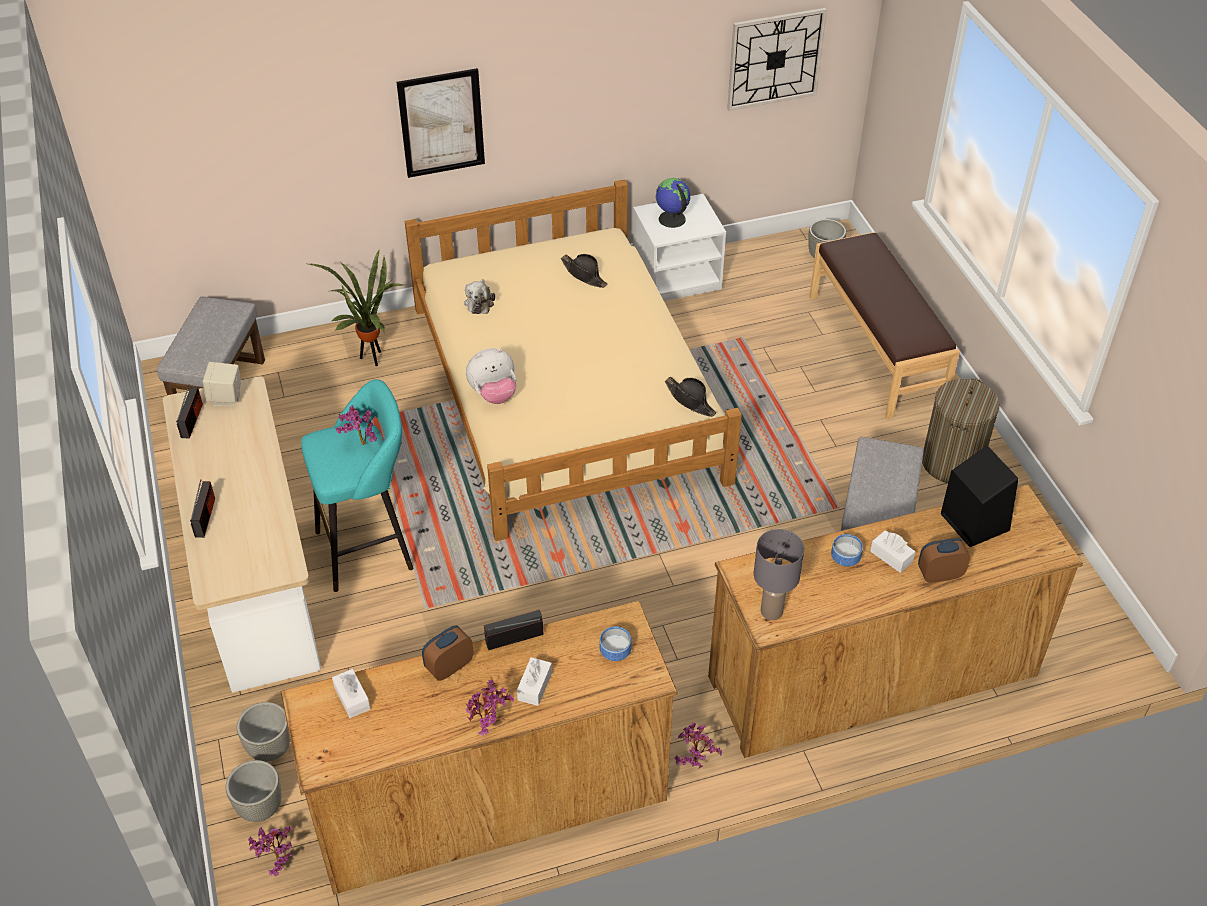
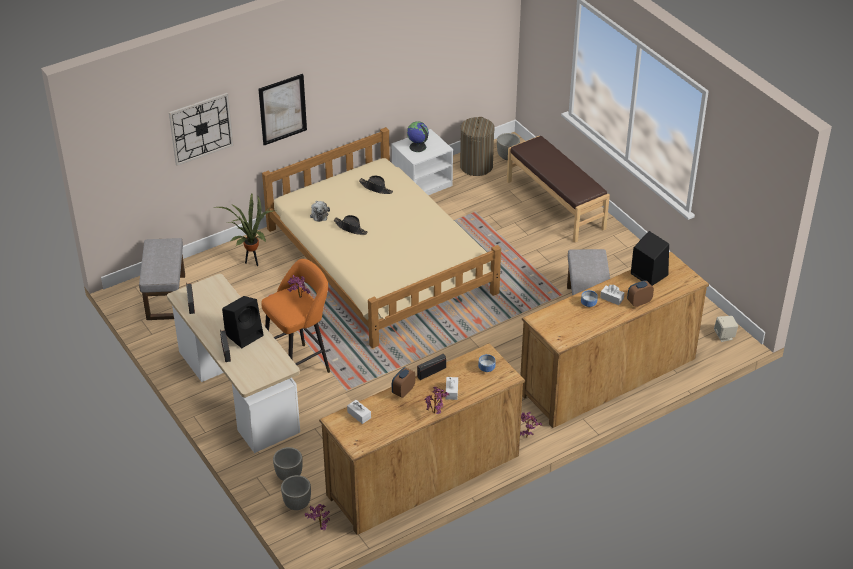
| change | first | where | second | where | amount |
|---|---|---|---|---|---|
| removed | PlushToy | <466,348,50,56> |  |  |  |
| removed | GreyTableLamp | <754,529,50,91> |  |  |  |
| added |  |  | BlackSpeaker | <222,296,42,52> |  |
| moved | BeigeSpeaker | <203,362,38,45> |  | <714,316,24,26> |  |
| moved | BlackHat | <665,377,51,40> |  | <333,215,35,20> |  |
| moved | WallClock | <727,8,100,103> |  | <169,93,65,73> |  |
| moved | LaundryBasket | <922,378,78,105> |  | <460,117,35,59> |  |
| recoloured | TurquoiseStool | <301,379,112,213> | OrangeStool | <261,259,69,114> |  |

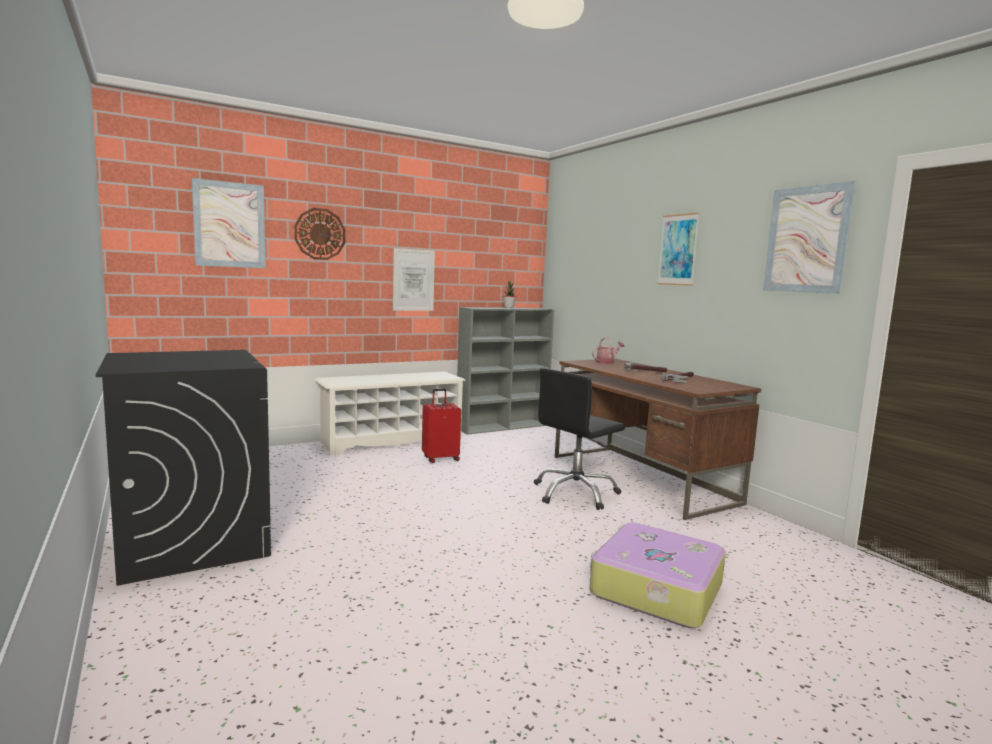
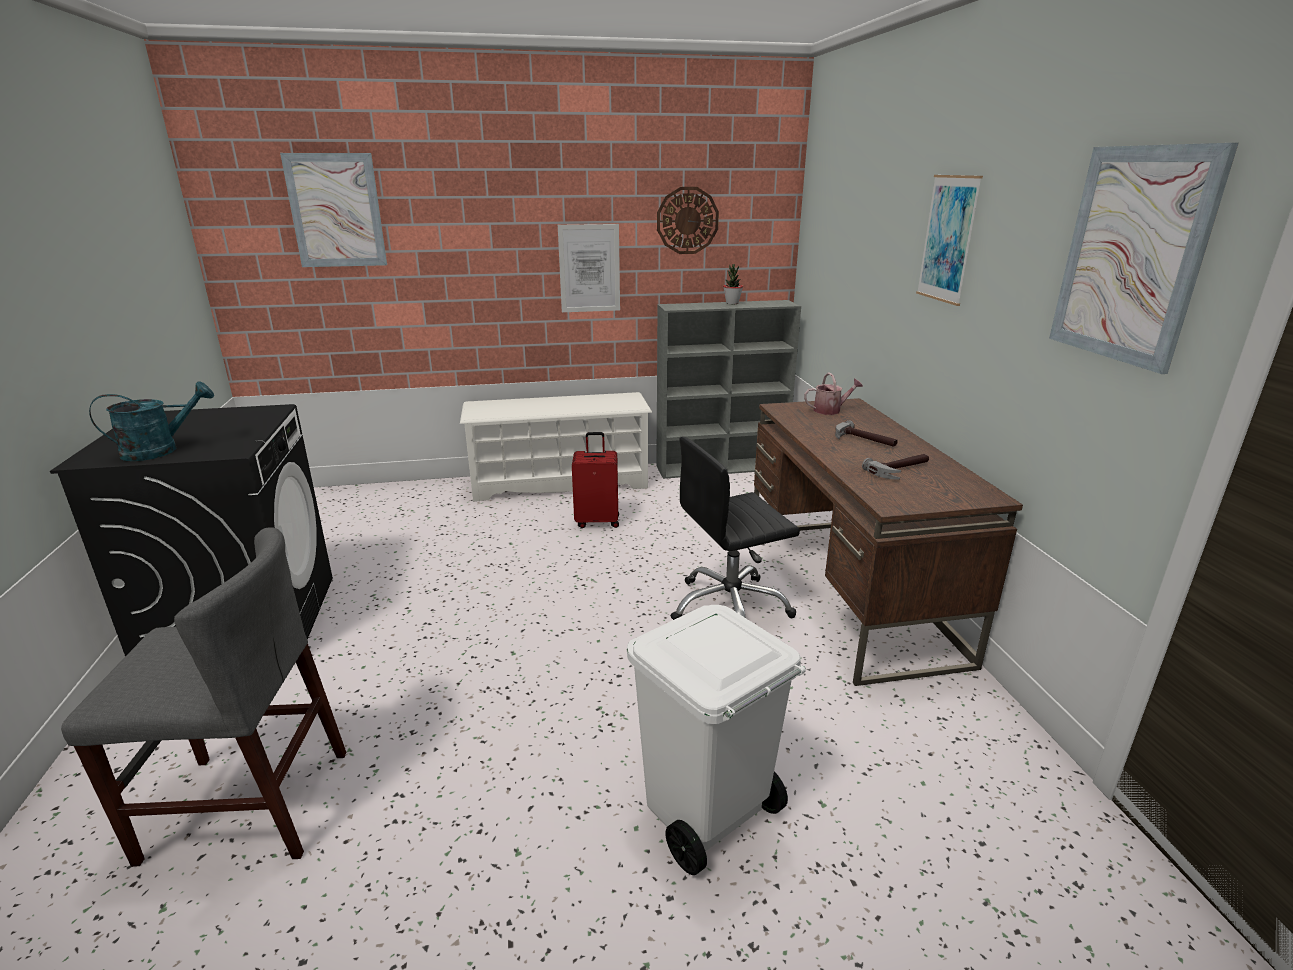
| change | first | where | second | where | amount |
|---|---|---|---|---|---|
| added |  |  | GreyChair | <61,527,286,340> |  |
| added |  |  | TurquoiseWateringCan | <89,381,125,80> |  |
| moved | WallClock | <294,208,51,52> |  | <657,187,62,67> |  |
| replaced | Suitcase | <590,522,136,106> | WhiteTrashCan | <627,605,179,270> |  |

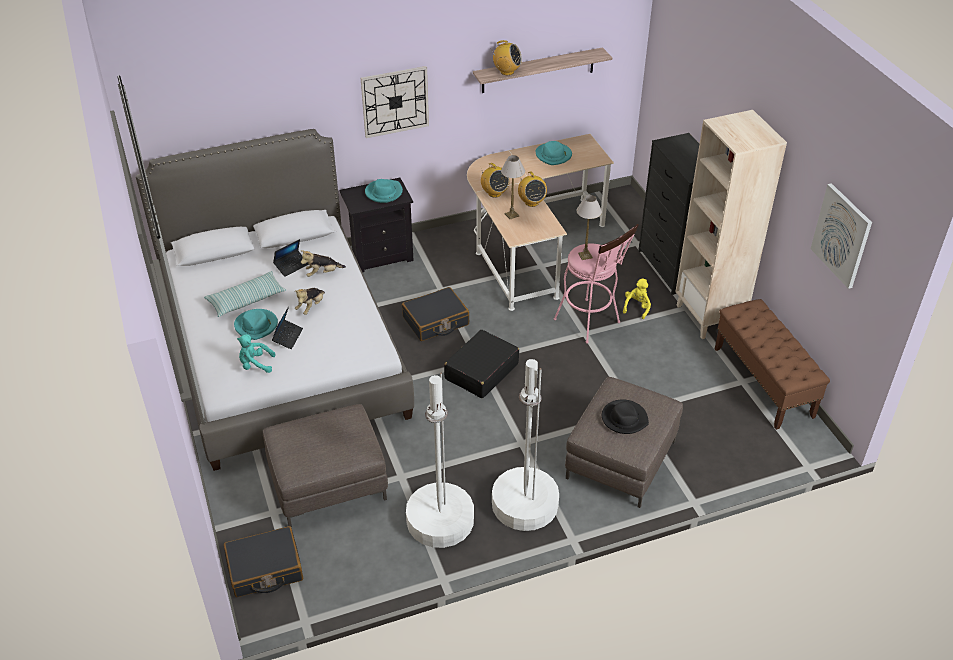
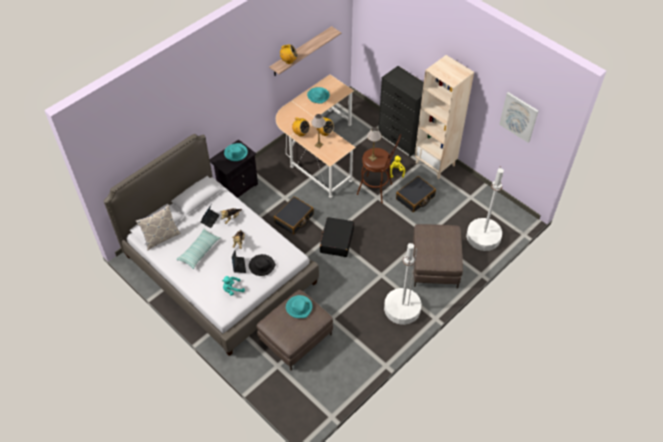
| change | first | where | second | where | amount |
|---|---|---|---|---|---|
| removed | WallClock | <361,66,68,72> |  |  |  |
| removed | BrownBench | <715,299,115,131> |  |  |  |
| added |  |  | Pillow | <136,205,45,46> |  |
| moved | BlackSuitcase | <224,526,79,71> |  | <396,176,40,36> |  |
| moved | TurquoiseHat | <234,309,44,31> |  | <286,295,26,23> |  |
| moved | WhiteFloorLamp | <406,373,68,175> |  | <466,166,38,85> |  |
| moved | BlackHat | <602,399,47,35> |  | <249,254,27,22> |  |
| recoloured | PinkStool | <554,224,85,120> | BrownStool | <357,134,44,69> |  |

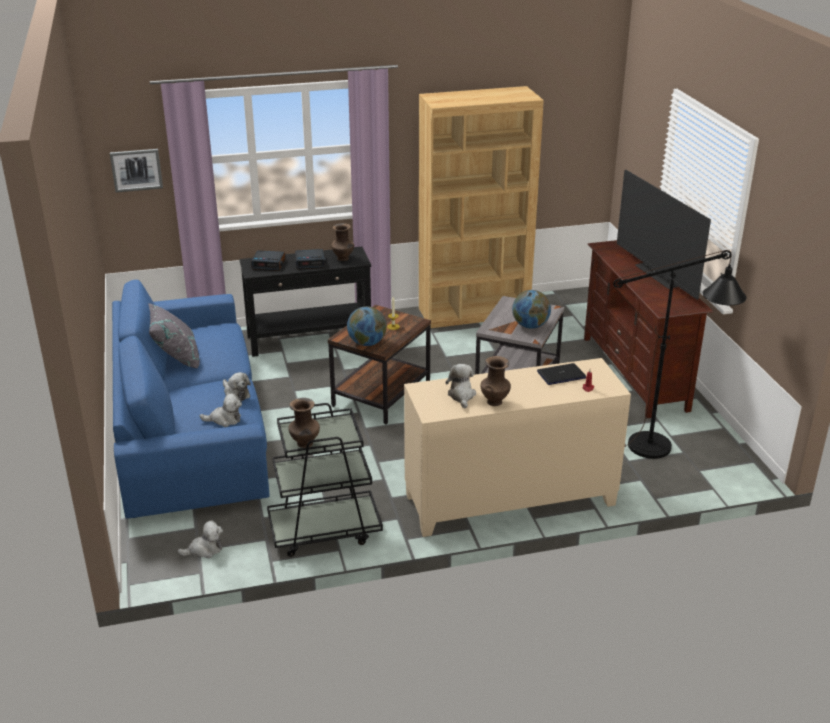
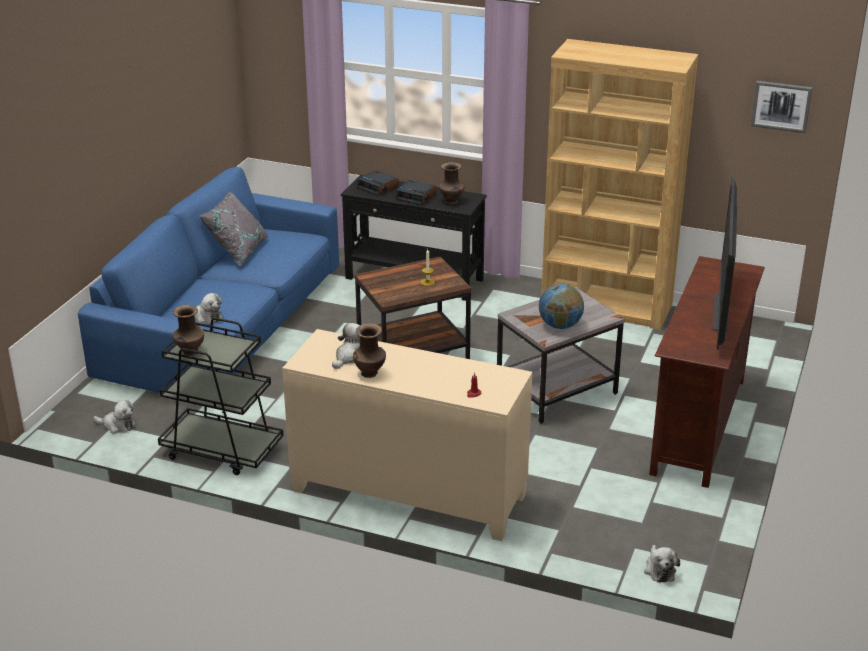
| change | first | where | second | where | amount |
|---|---|---|---|---|---|
| removed | Globe | <347,306,40,40> |  |  |  |
| removed | Laptop | <537,363,49,22> |  |  |  |
| removed | BlackFloorLamp | <613,250,133,209> |  |  |  |
| moved | Picture | <110,149,53,43> |  | <751,81,62,52> |  |
| moved | PlushToy | <223,372,28,29> |  | <644,545,36,38> |  |

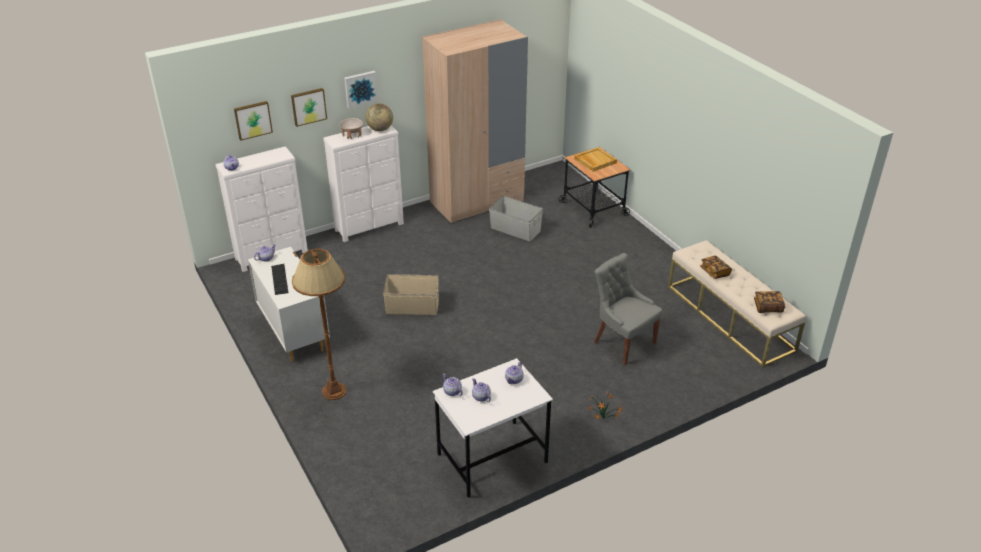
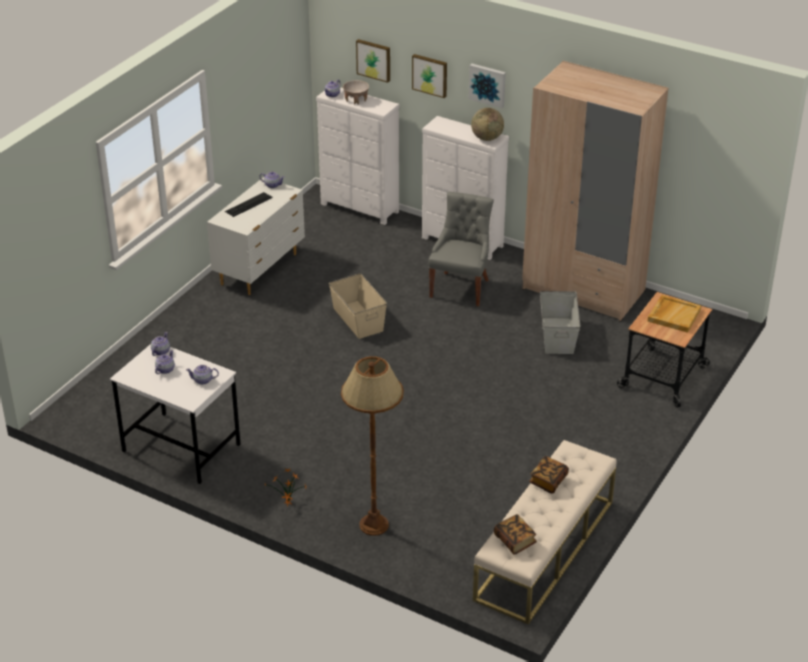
| change | first | where | second | where | amount |
|---|---|---|---|---|---|
| moved | BrownFloorLamp | <292,249,55,151> |  | <341,356,63,180> |  |
| moved | BeigeBowl | <340,118,23,22> |  | <343,80,26,25> |  |
| moved | GreyChair | <594,253,69,112> |  | <428,192,66,114> |  |

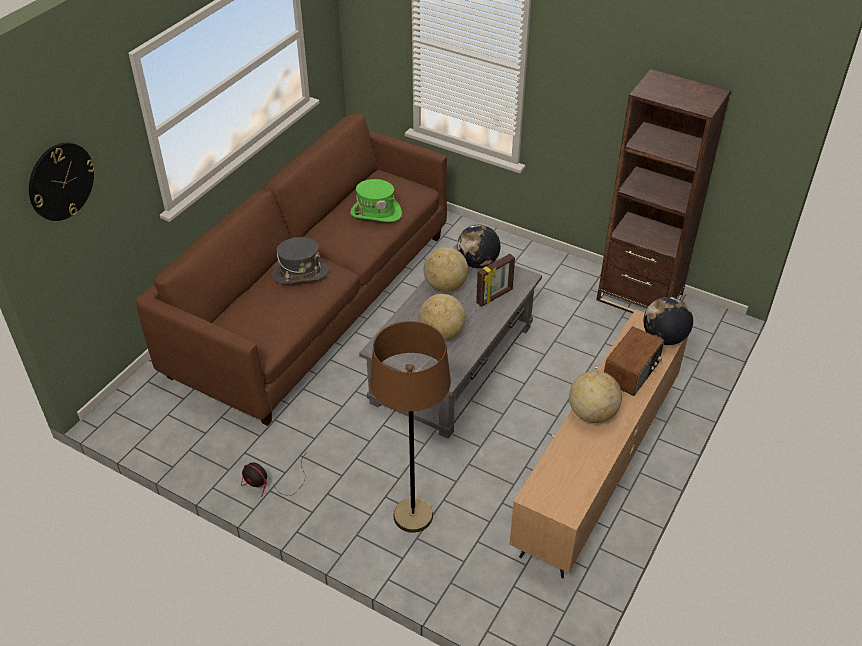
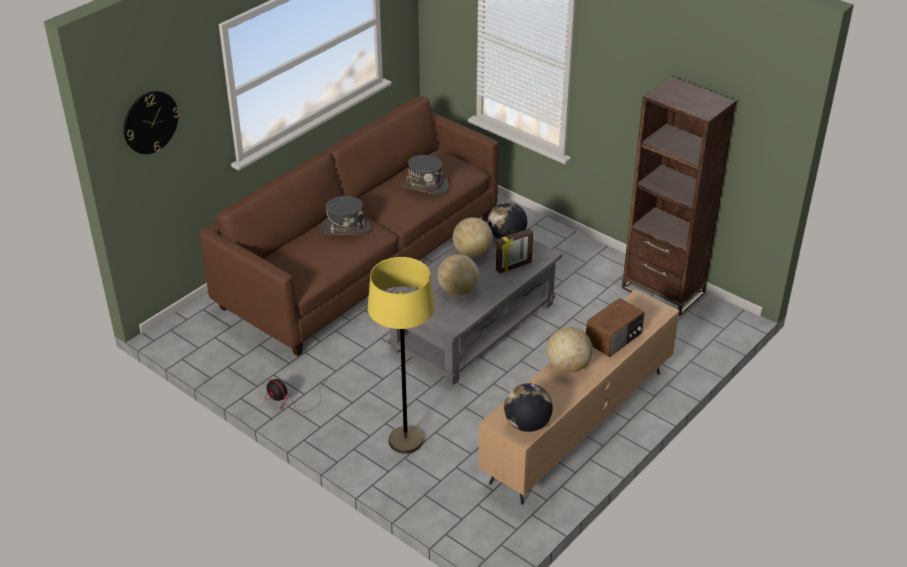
| change | first | where | second | where | amount |
|---|---|---|---|---|---|
| moved | Globe | <643,297,50,48> |  | <504,383,49,49> |  |
| recoloured | GreenHat | <350,179,52,43> | GreyHat | <402,155,47,39> |  |
| recoloured | BrownFloorLamp | <370,321,81,212> | YellowFloorLamp | <368,257,67,197> |  |

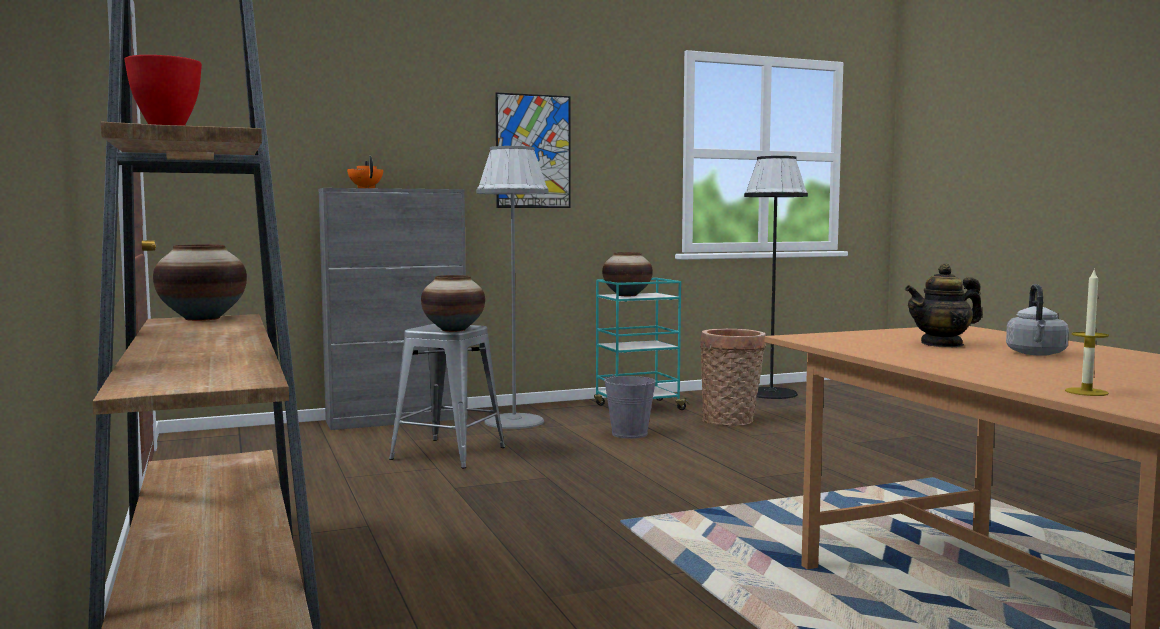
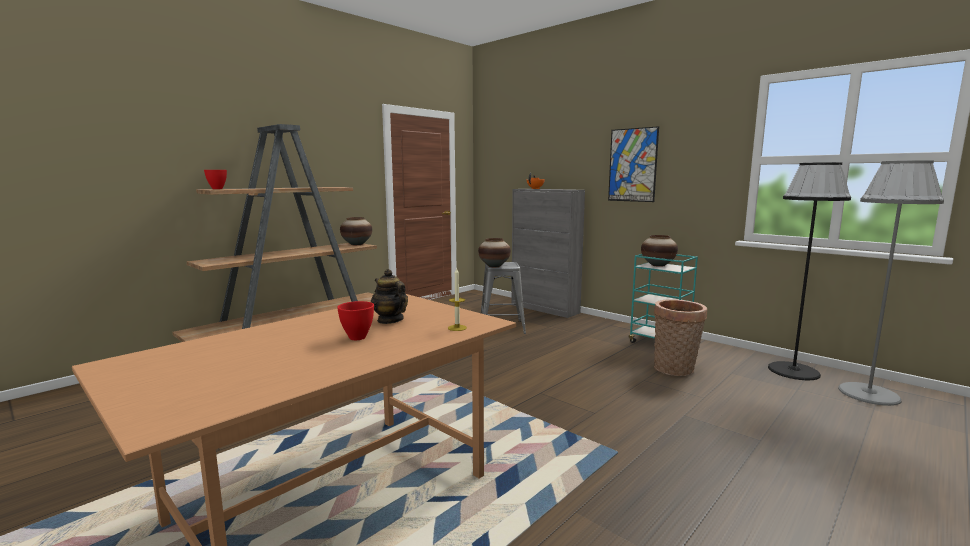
| change | first | where | second | where | amount |
|---|---|---|---|---|---|
| removed | GreyBucket | <604,374,52,65> |  |  |  |
| moved | GreyFloorLamp | <476,146,73,283> |  | <838,160,106,246> |  |
| moved | Candle | <1065,268,44,128> |  | <448,267,19,64> |  |
| replaced | GreyKettle | <1006,284,63,72> | RedBowl | <337,301,37,39> |  |

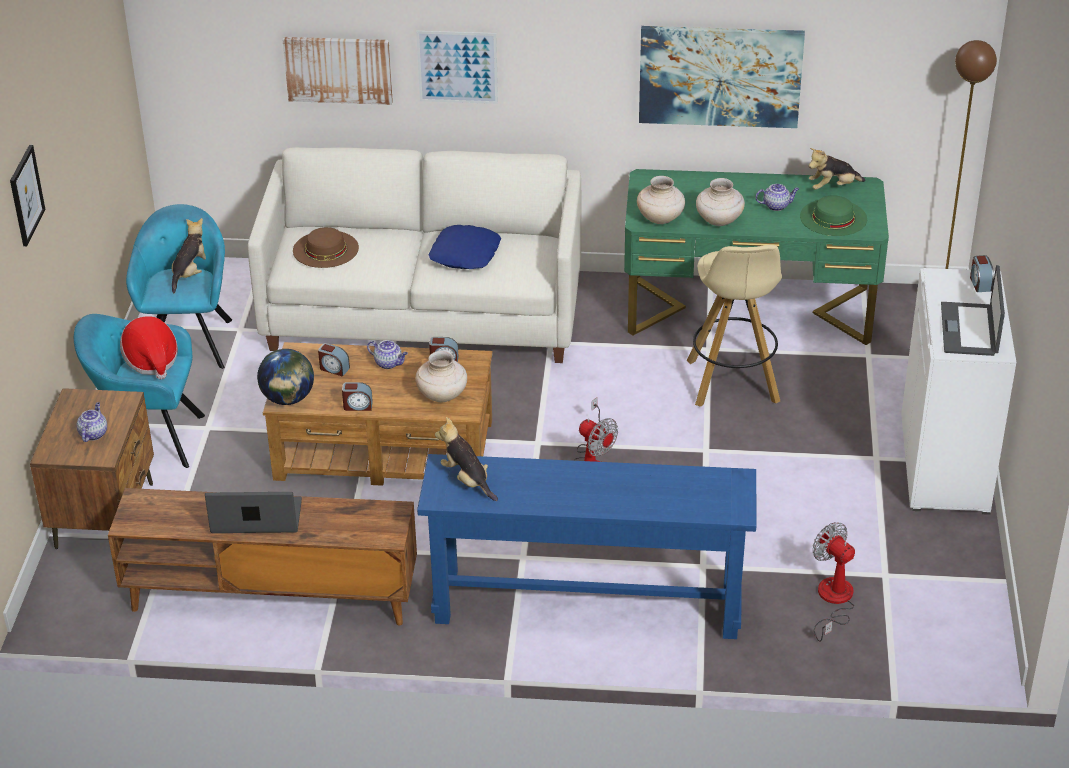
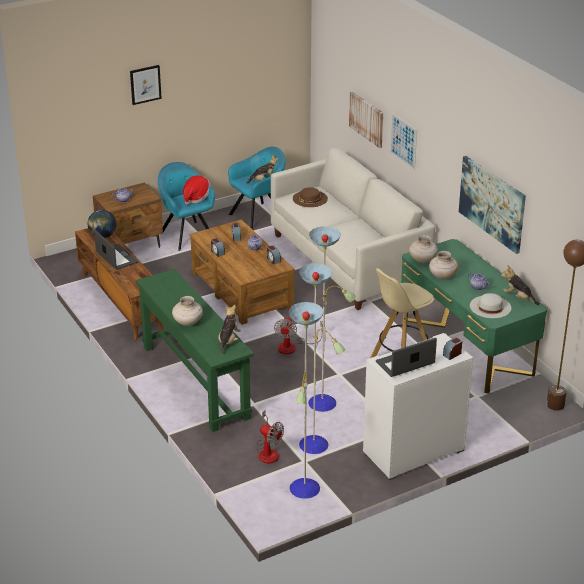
| change | first | where | second | where | amount |
|---|---|---|---|---|---|
| removed | BluePillow | <428,225,73,44> |  |  |  |
| added |  |  | FloorLamp | <289,226,67,273> |  |
| moved | Globe | <257,349,57,56> |  | <88,210,28,28> |  |
| moved | BeigeVase | <415,351,52,51> |  | <172,296,31,30> |  |
| moved | PlushToy | <435,417,63,84> |  | <218,304,23,51> |  |
| recoloured | BlueConsoleTable | <417,454,340,185> | GreenConsoleTable | <136,269,118,163> |  |
| recoloured | GreenHat | <800,195,67,41> | WhiteHat | <470,293,41,25> |  |
| turned | Fan | <812,522,43,120> |  | <256,410,28,54> | 105 degrees clockwise |

